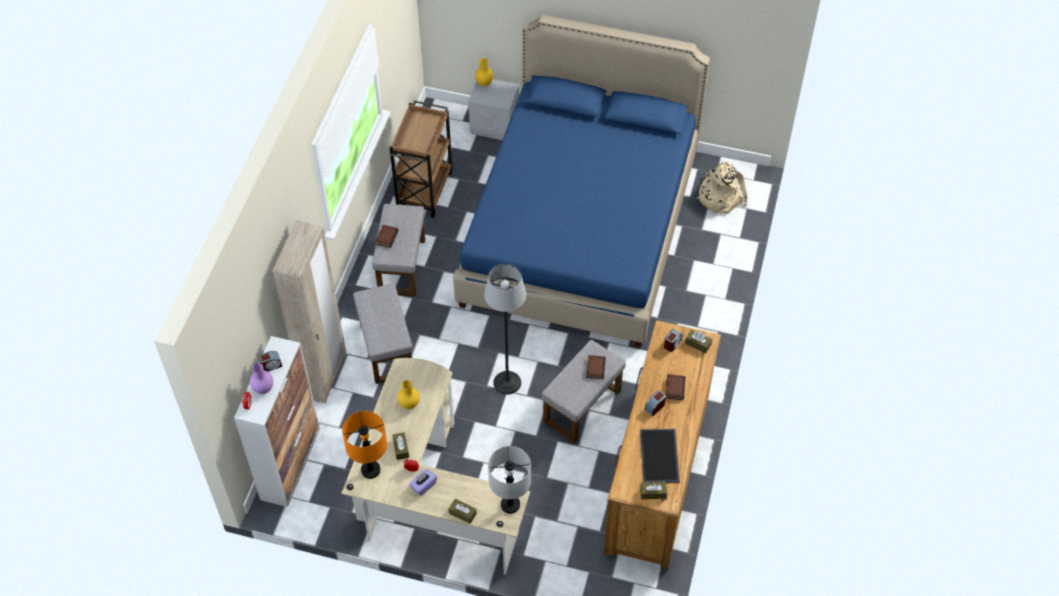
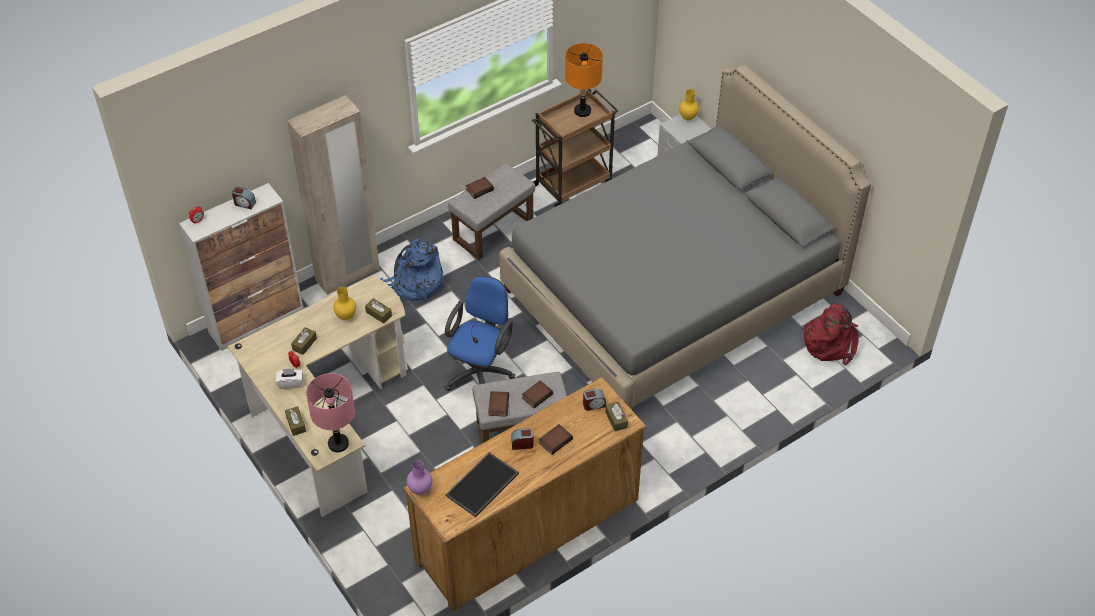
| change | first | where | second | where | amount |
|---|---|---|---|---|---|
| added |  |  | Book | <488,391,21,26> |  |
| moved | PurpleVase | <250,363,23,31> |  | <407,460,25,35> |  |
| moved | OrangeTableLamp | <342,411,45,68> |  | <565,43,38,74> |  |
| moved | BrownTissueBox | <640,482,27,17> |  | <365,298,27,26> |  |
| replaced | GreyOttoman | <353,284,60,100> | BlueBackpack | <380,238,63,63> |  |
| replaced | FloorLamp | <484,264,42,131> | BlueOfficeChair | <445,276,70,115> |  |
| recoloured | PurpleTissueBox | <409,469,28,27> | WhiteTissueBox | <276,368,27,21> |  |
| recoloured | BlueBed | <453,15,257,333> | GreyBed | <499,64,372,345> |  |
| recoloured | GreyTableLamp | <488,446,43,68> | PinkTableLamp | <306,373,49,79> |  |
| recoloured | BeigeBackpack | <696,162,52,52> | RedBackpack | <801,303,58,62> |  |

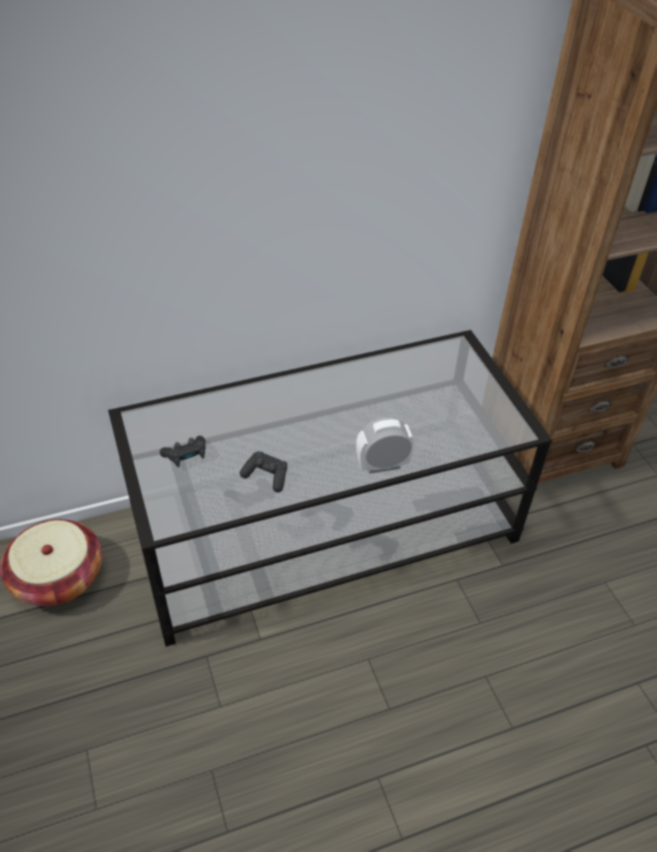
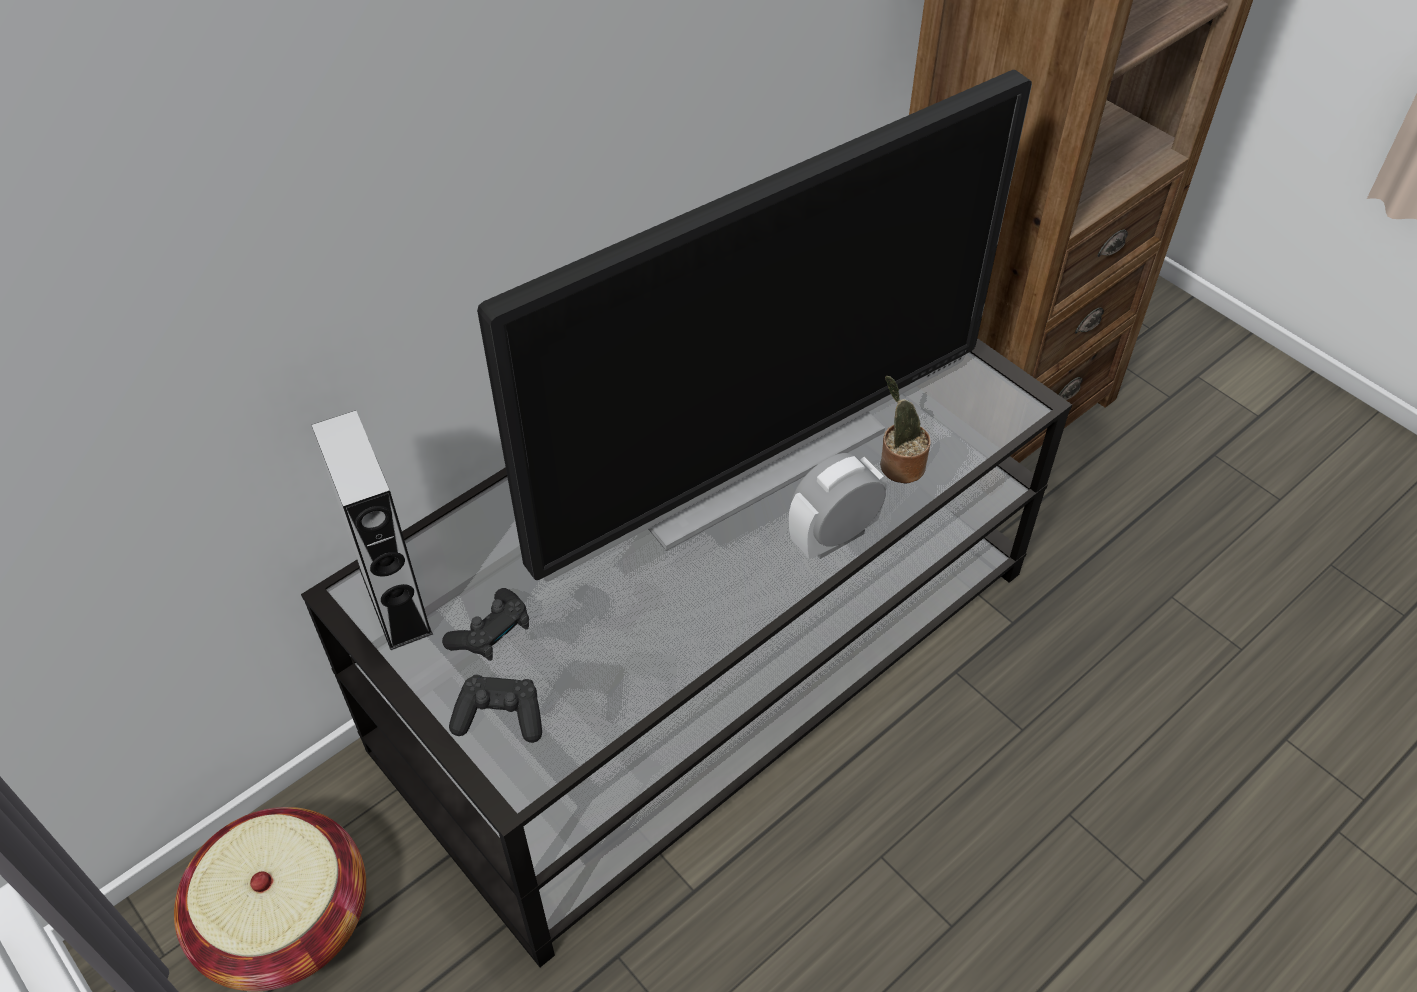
| change | first | where | second | where | amount |
|---|---|---|---|---|---|
| added |  |  | GreySpeaker | <311,410,122,240> |  |
| added |  |  | Television | <477,70,555,512> |  |
| added |  |  | PottedPlant | <880,376,51,107> |  |
| moved | BlackGameController | <240,452,47,40> |  | <449,675,93,68> |  |

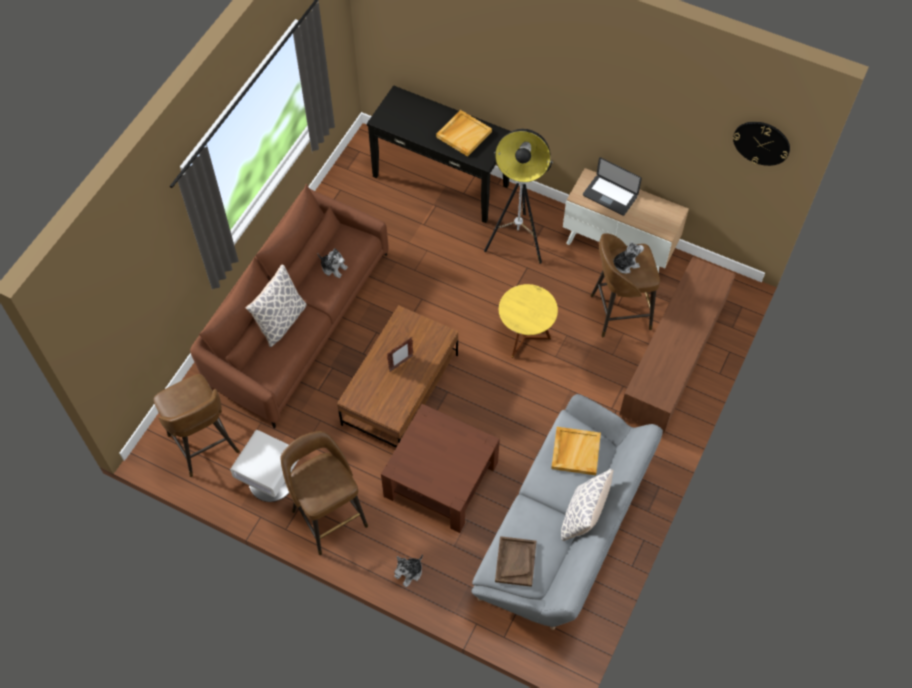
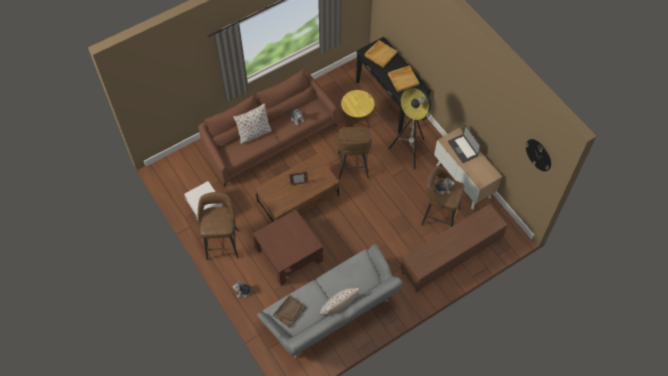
| change | first | where | second | where | amount |
|---|---|---|---|---|---|
| moved | BrownStool | <154,374,85,103> |  | <337,127,35,52> |  |
| moved | YellowSideTable | <499,284,59,74> |  | <341,90,33,39> |  |
| moved | BeigeTray | <551,427,50,48> |  | <364,40,33,27> |  |

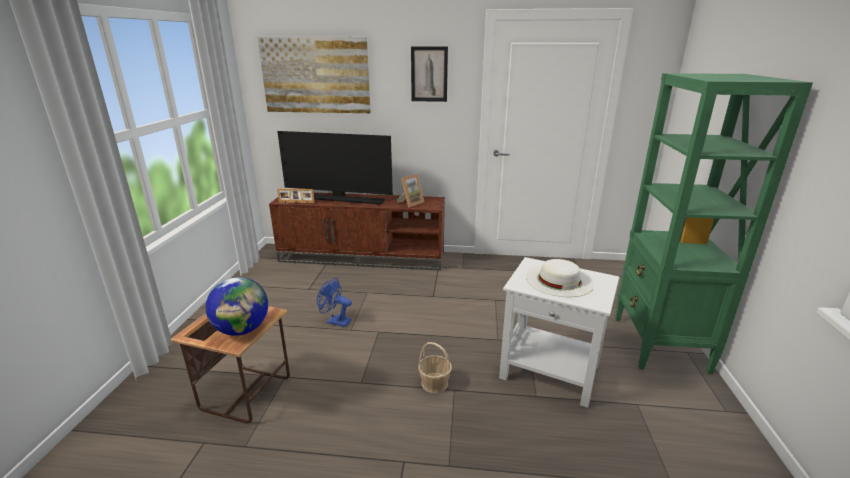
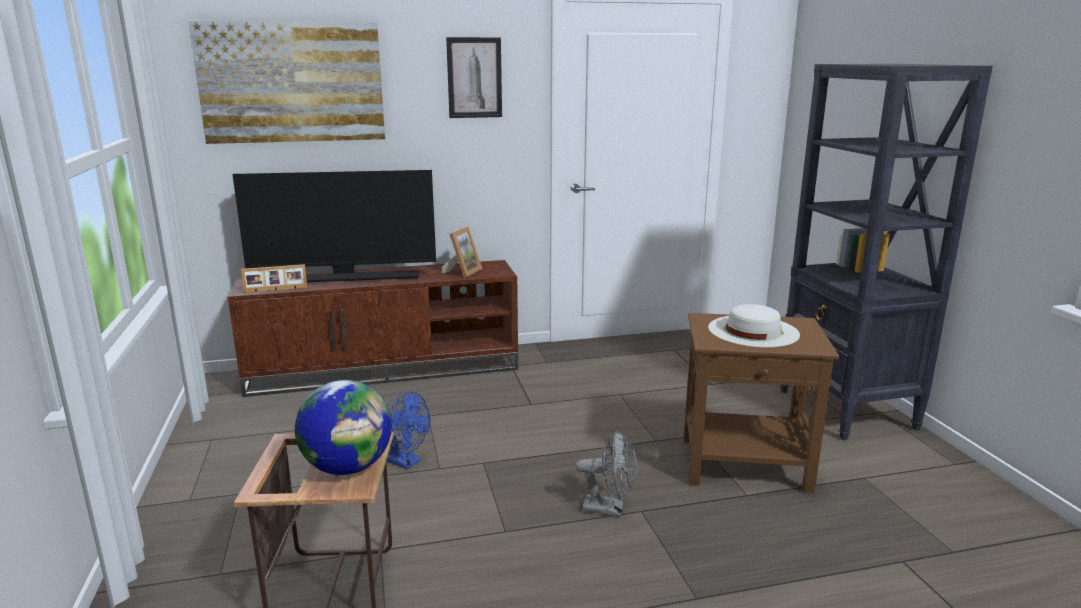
| change | first | where | second | where | amount |
|---|---|---|---|---|---|
| replaced | Basket | <418,342,34,51> | GreyFan | <576,431,61,86> |  |
| recoloured | WhiteSideTable | <499,257,120,151> | BrownSideTable | <683,313,157,181> |  |
| recoloured | GreenBookcase | <615,73,198,301> | BlackBookcase | <780,64,213,376> |  |
| turned | BlueFan | <317,278,35,49> |  | <386,392,44,77> | 150 degrees counterclockwise |

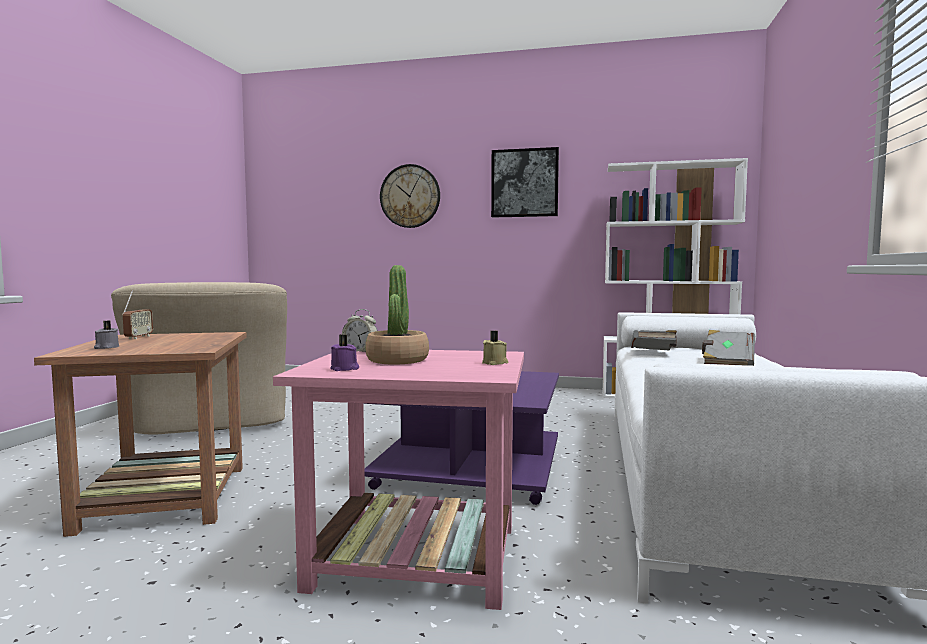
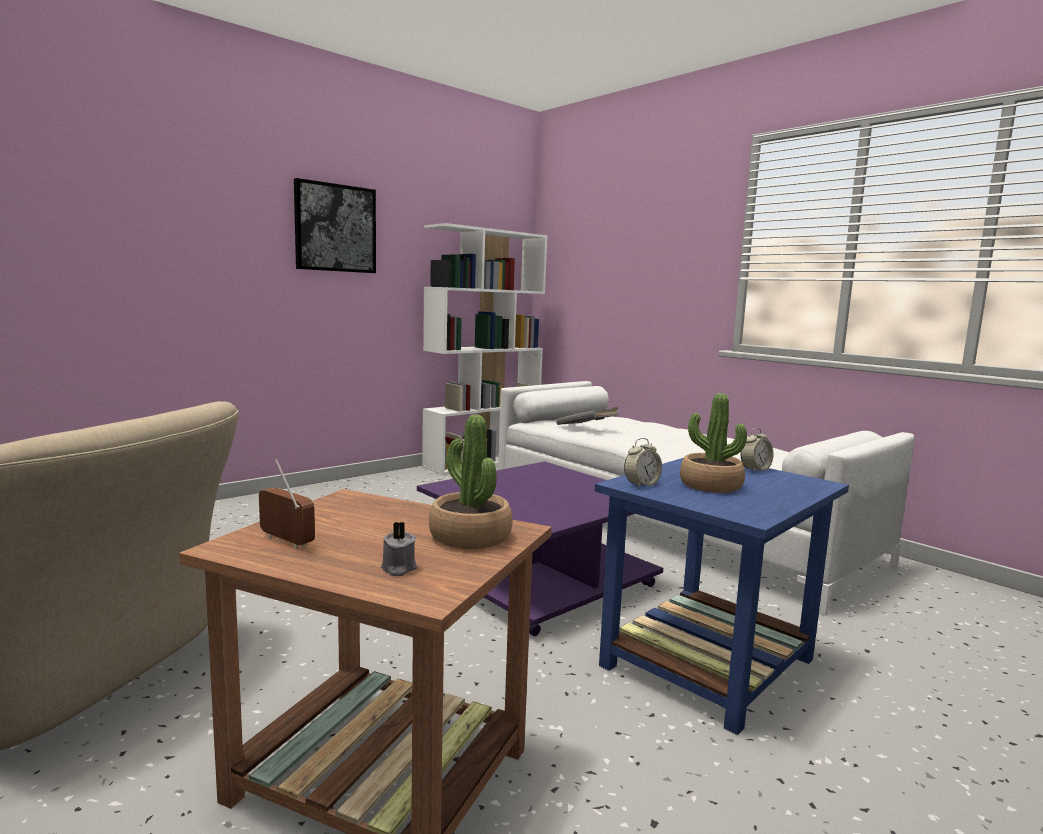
| change | first | where | second | where | amount |
|---|---|---|---|---|---|
| removed | PurpleCandle | <330,334,29,37> |  |  |  |
| removed | WallClock | <380,164,60,64> |  |  |  |
| removed | GreyBook | <702,330,53,36> |  |  |  |
| added |  |  | PottedPlant | <429,415,84,134> |  |
| replaced | BeigeCandle | <482,331,26,34> | AlarmClock | <741,428,32,44> |  |
| recoloured | PinkSideTable | <273,350,251,260> | BlueSideTable | <595,458,254,277> |  |

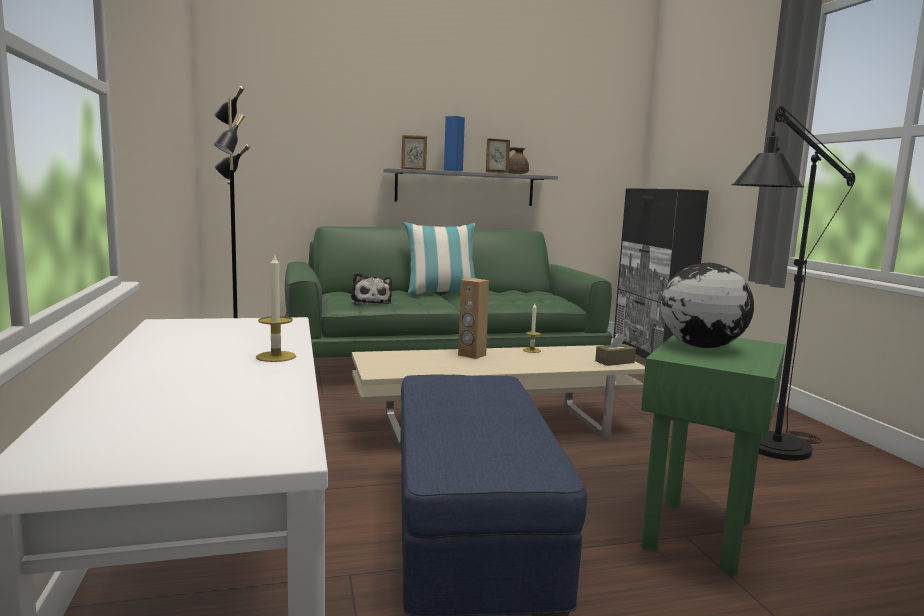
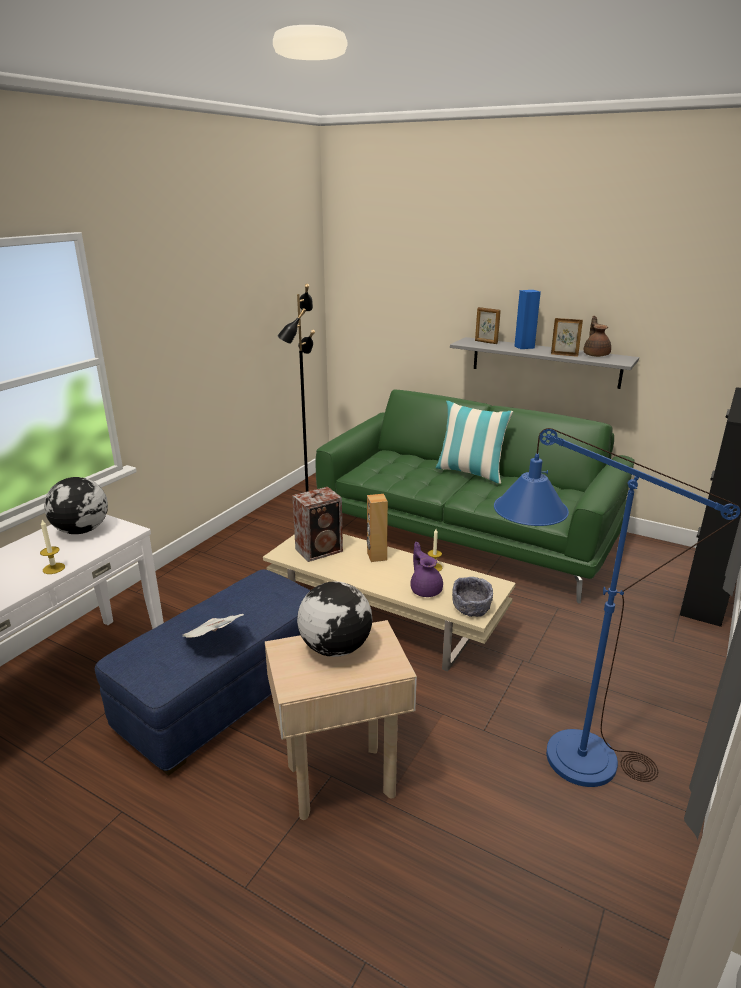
| change | first | where | second | where | amount |
|---|---|---|---|---|---|
| removed | PlushToy | <351,273,41,32> |  |  |  |
| added |  |  | Globe | <44,477,64,57> |  |
| added |  |  | Newspaper | <183,614,61,24> |  |
| added |  |  | Speaker | <292,487,51,75> |  |
| added |  |  | PurpleTeapot | <410,542,33,55> |  |
| replaced | BrownTissueBox | <595,333,41,33> | GreyBowl | <452,577,41,40> |  |
| recoloured | GreenSideTable | <641,335,144,241> | BeigeSideTable | <265,620,152,200> |  |
| recoloured | BlackFloorLamp | <731,106,124,354> | BlueFloorLamp | <494,428,247,359> |  |

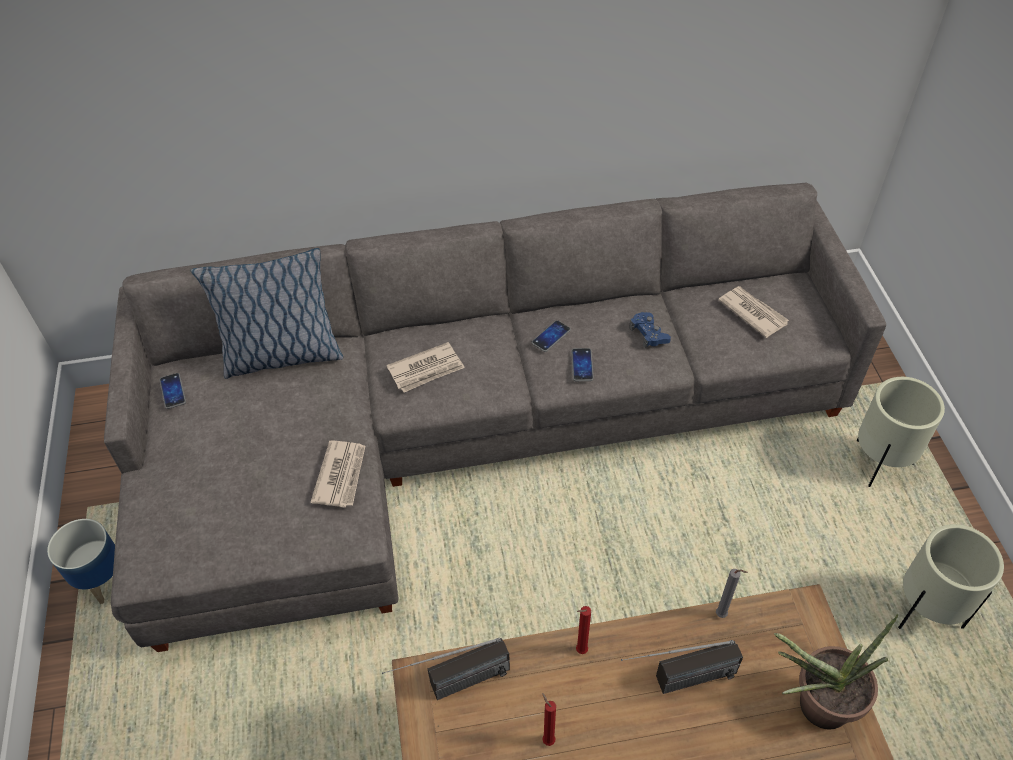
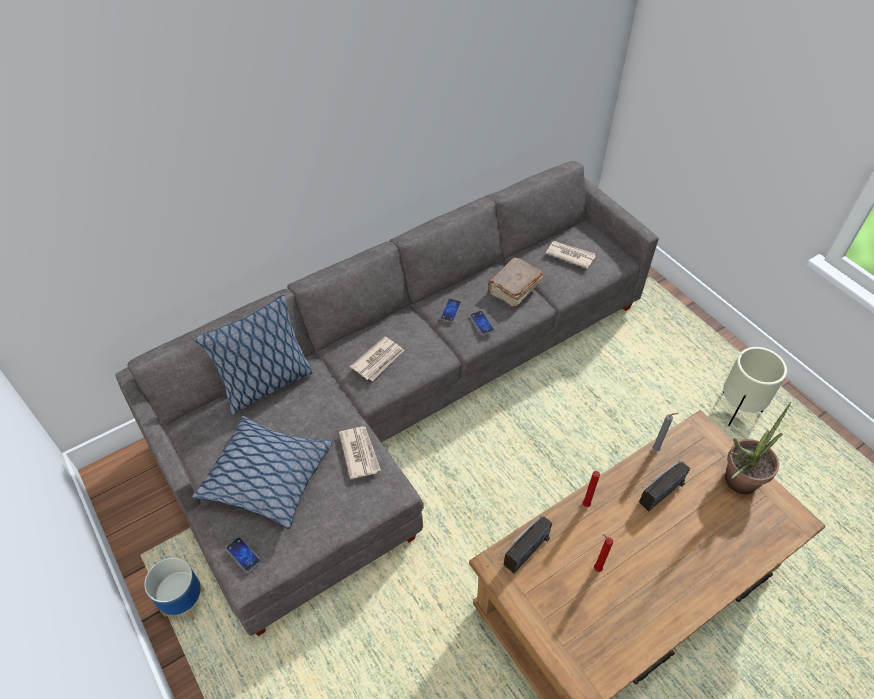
| change | first | where | second | where | amount |
|---|---|---|---|---|---|
| removed | BeigePlanter | <857,377,88,110> |  |  |  |
| added |  |  | Pillow | <192,416,141,113> |  |
| moved | Phone | <159,373,27,36> |  | <226,537,35,36> |  |
| replaced | BlueGameController | <629,312,42,37> | BrownBook | <488,257,55,51> |  |

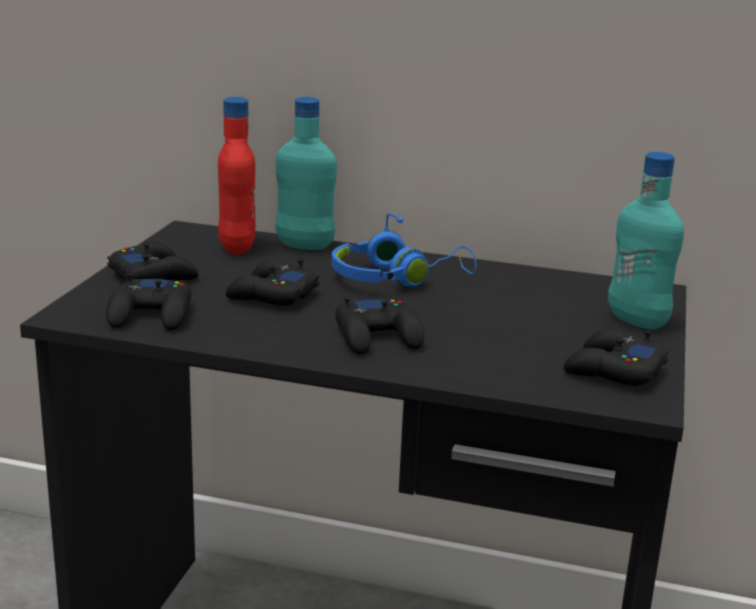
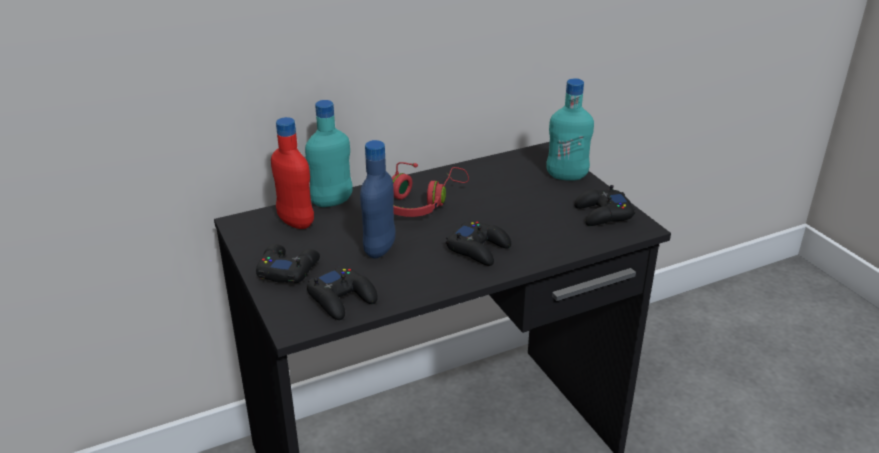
| change | first | where | second | where | amount |
|---|---|---|---|---|---|
| replaced | BlackGameController | <225,259,94,47> | BlueBottle | <360,140,35,118> |  |
| recoloured | BlueHeadphones | <332,213,145,74> | RedHeadphones | <392,162,77,55> |  |

